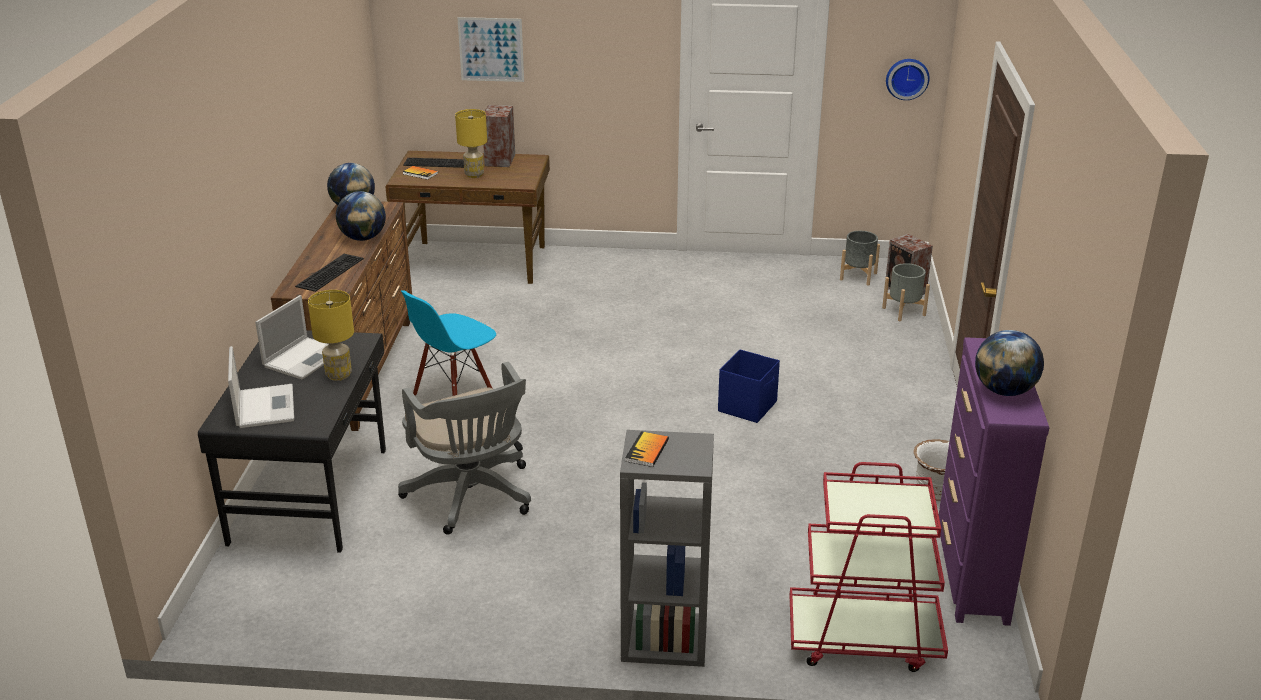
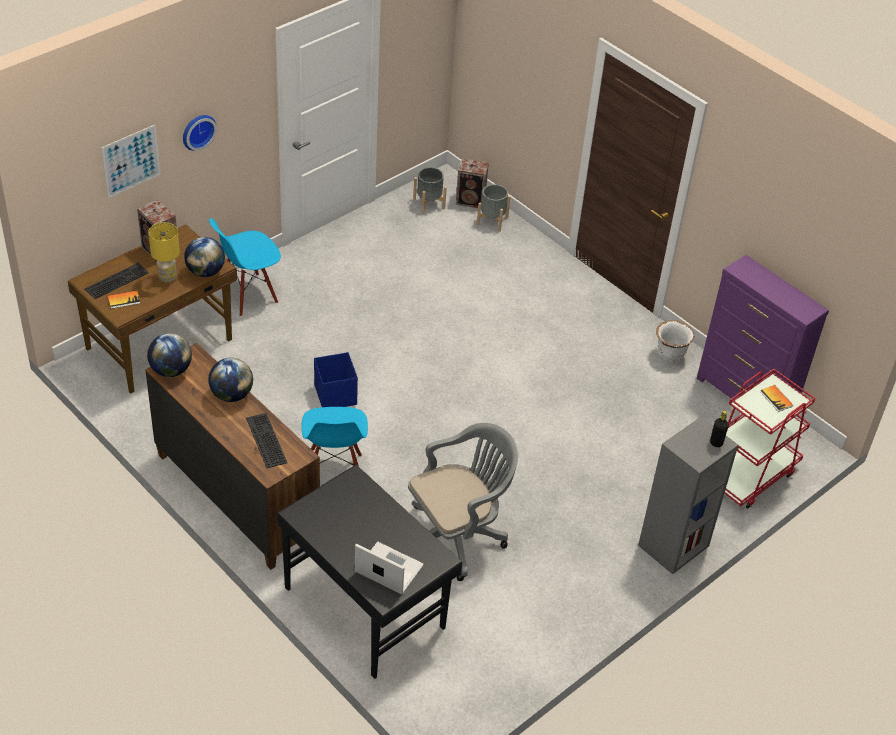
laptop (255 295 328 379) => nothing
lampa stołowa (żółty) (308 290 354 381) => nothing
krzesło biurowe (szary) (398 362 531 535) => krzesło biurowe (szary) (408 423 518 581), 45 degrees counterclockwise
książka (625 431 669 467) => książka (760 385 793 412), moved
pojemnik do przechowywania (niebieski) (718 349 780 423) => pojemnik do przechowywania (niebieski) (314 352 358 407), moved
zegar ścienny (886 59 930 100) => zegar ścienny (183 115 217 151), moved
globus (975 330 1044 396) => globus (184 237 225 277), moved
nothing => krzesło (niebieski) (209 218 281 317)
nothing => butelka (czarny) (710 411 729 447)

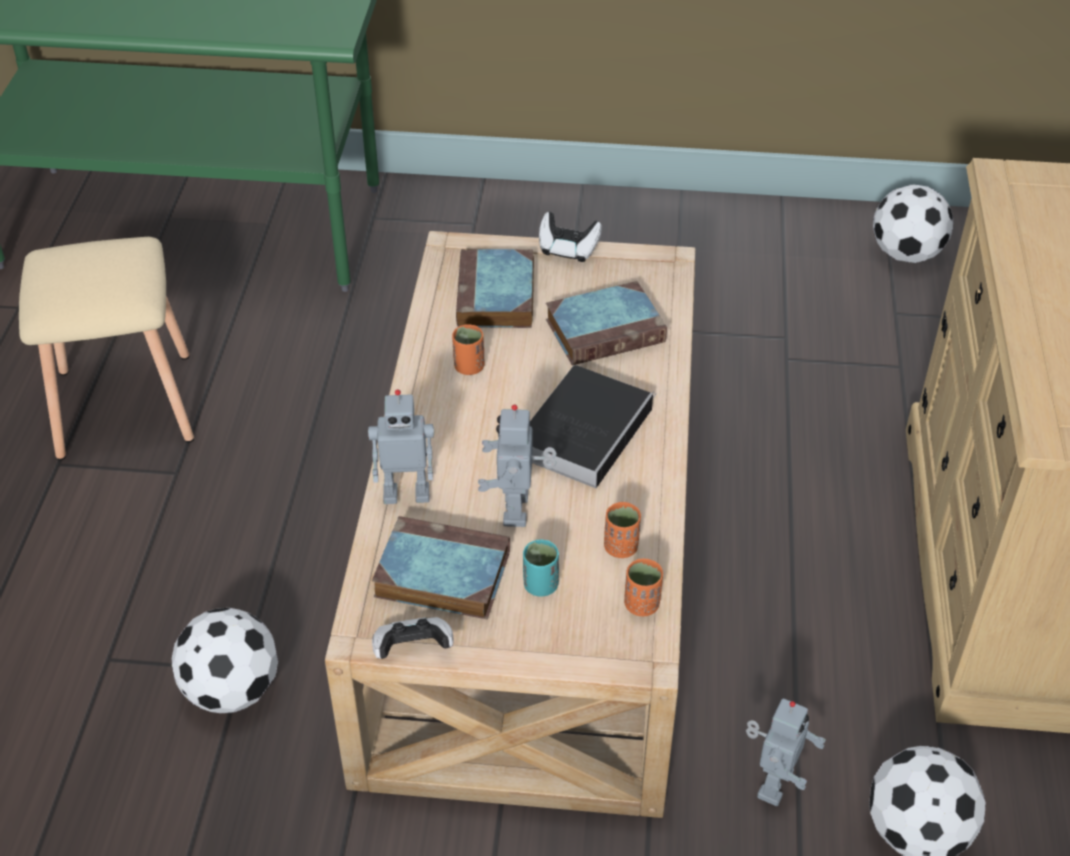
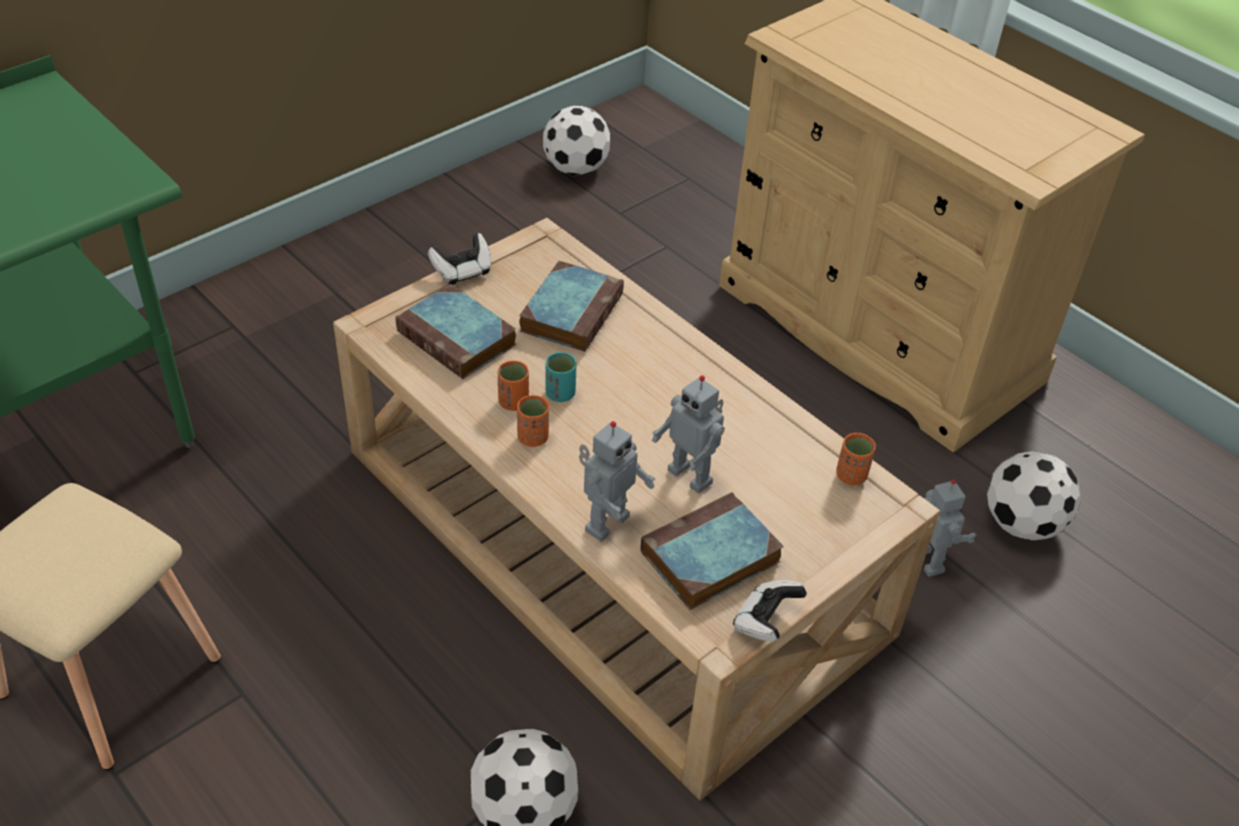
filiżanka (turkusowy) (523 539 559 596) => filiżanka (turkusowy) (545 352 576 402), moved
książka (530 365 657 488) => nothing
filiżanka (pomarańczowy) (604 502 641 558) => filiżanka (pomarańczowy) (517 395 549 447), moved

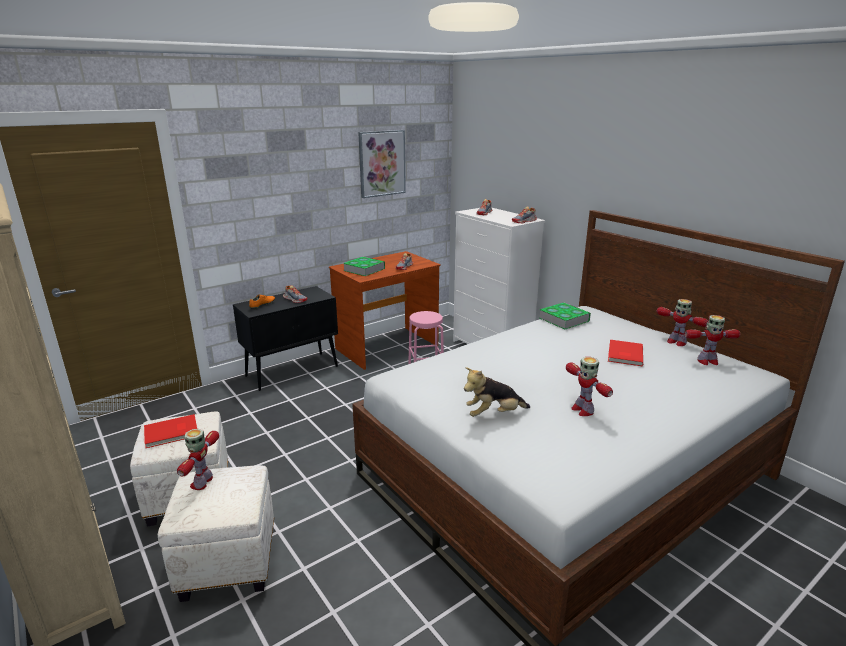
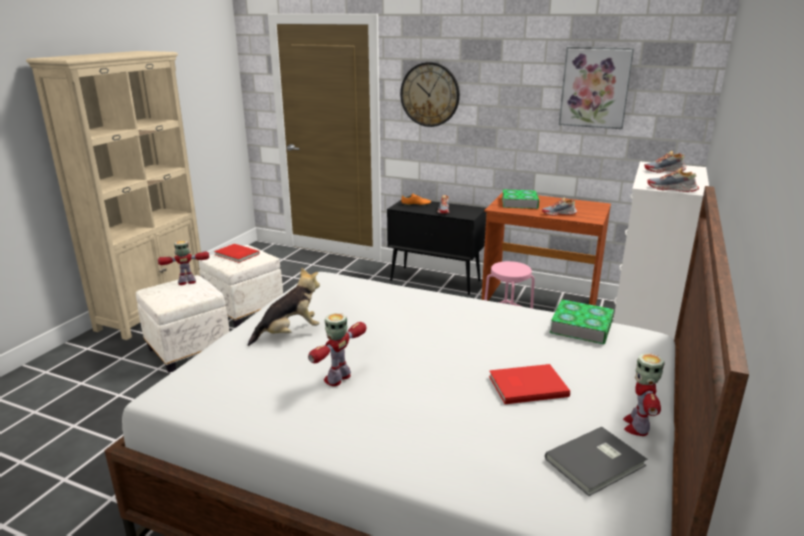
pluszak (464 367 530 417) => pluszak (248 267 320 346), 105 degrees clockwise
robot zabawkowy (685 315 740 365) => książka (szary) (545 427 647 496)
nothing => zegar ścienny (400 62 460 127)

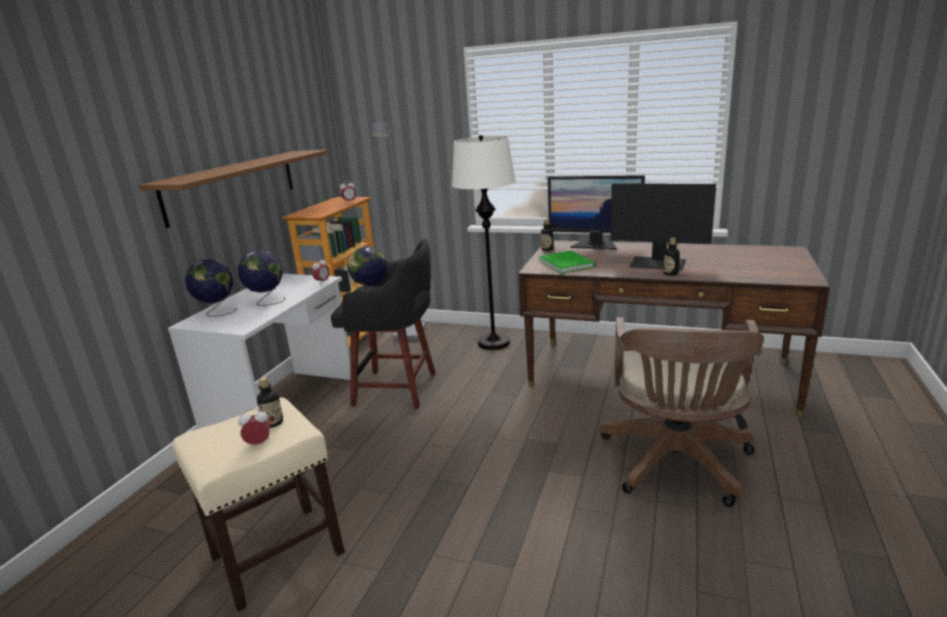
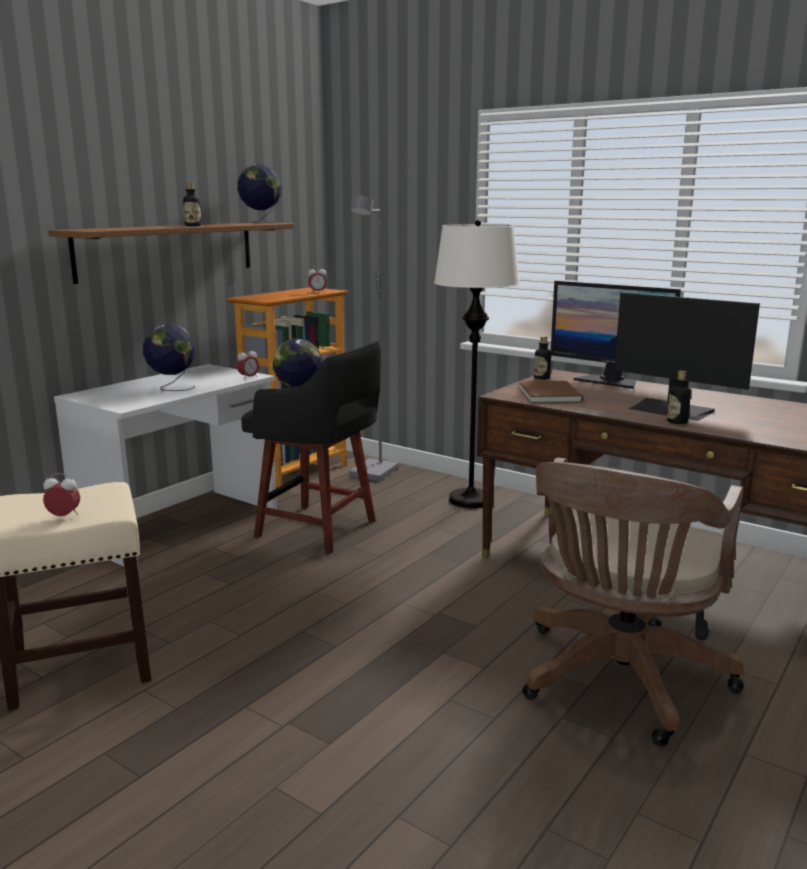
globus (185 259 237 317) => globus (238 164 282 223), moved
butelka (257 377 283 428) => butelka (183 183 202 226), moved
książka (zielony) (539 250 595 273) => książka (brązowy) (518 381 584 403)

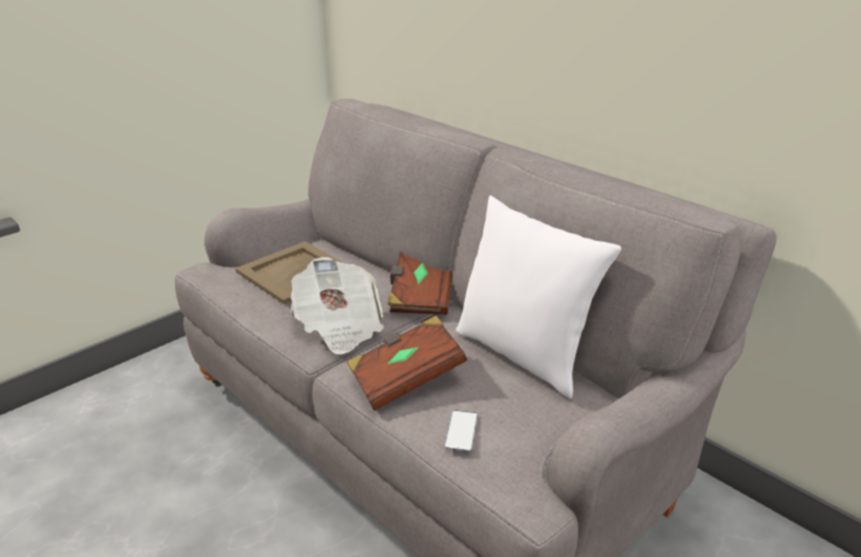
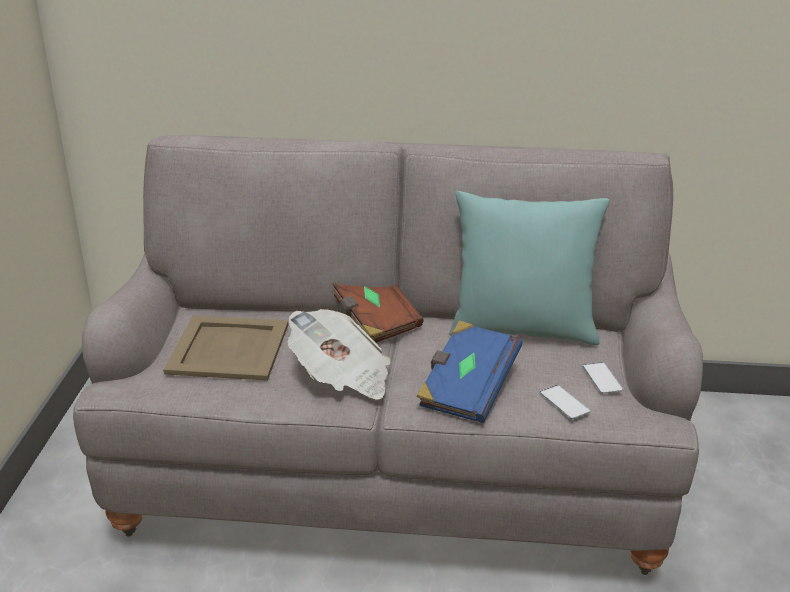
książka (brązowy) (347 316 467 411) => książka (niebieski) (416 321 522 423)
poduszka (biały) (456 195 621 399) => poduszka (turkusowy) (449 191 610 345)
nothing => telefon (583 362 623 394)

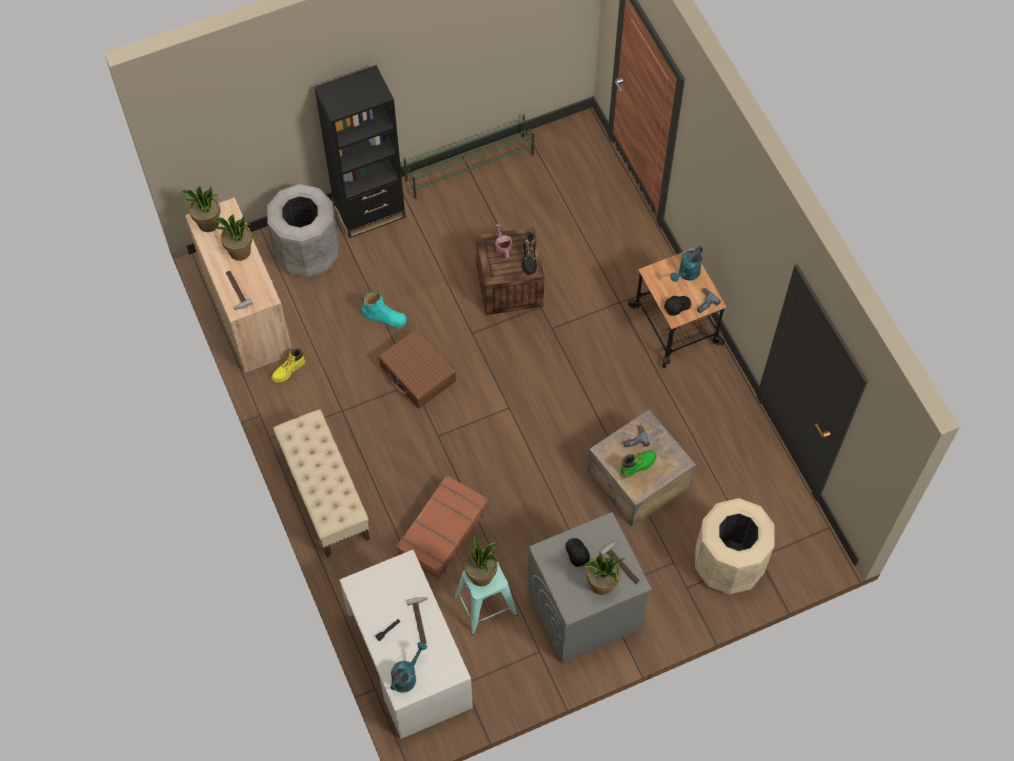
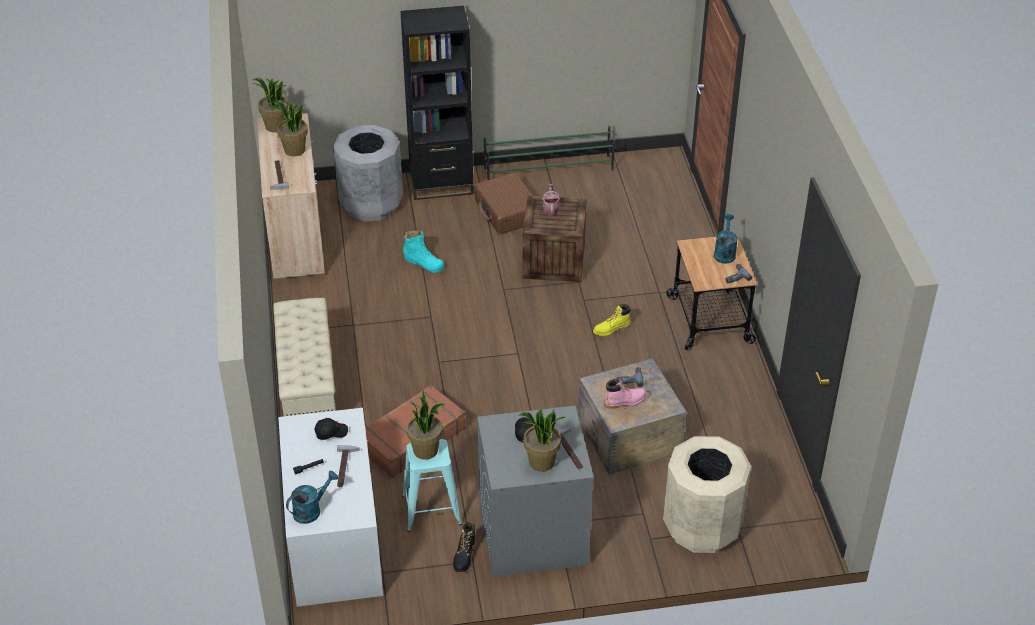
but z cholewką (żółty) (271 348 306 383) => but z cholewką (żółty) (593 304 631 336), moved
walizka (brązowy) (378 329 456 408) => walizka (brązowy) (474 173 533 234), moved
but z cholewką (czarny) (522 231 537 275) => but z cholewką (czarny) (453 522 476 573), moved
but z cholewką (zielony) (620 451 656 478) => but z cholewką (różowy) (604 378 647 409)
czapka z daszkiem (czarny) (664 296 691 316) => czapka z daszkiem (czarny) (315 418 348 440), moved
konewka (turkusowy) (670 246 703 282) => konewka (turkusowy) (714 214 738 264), 135 degrees clockwise

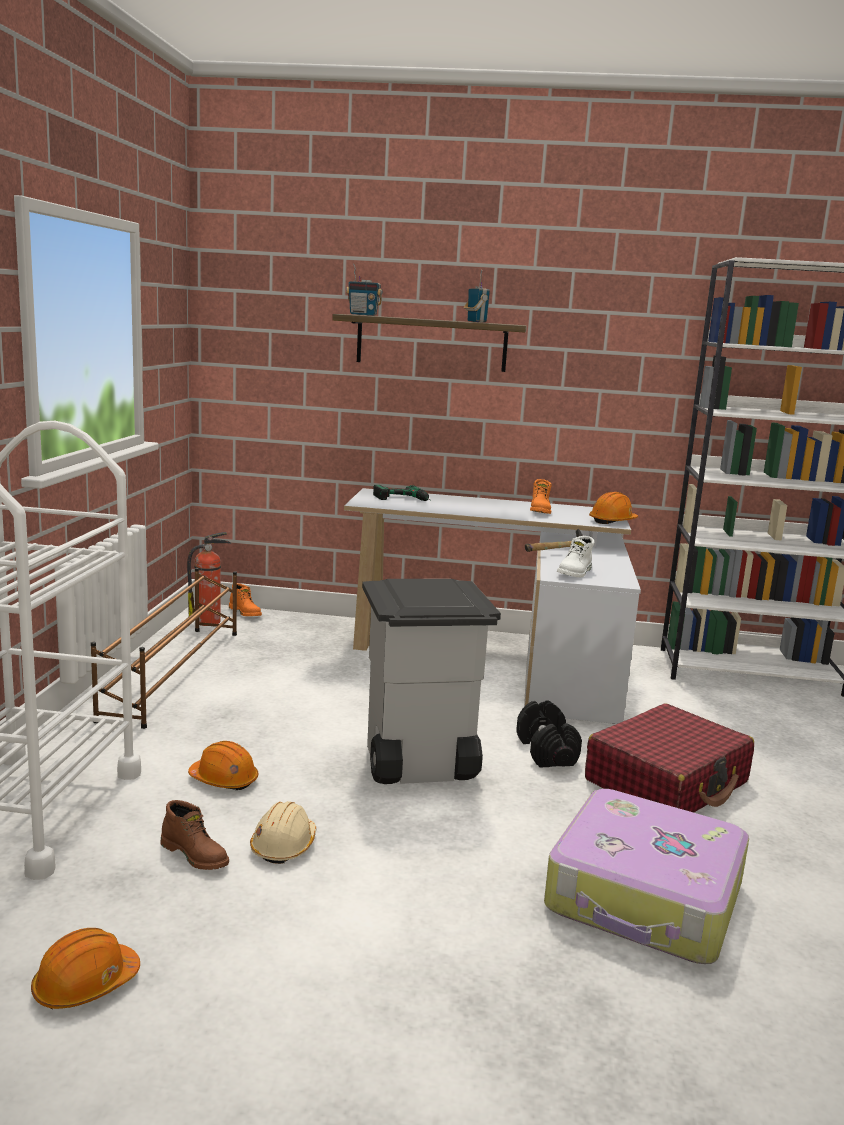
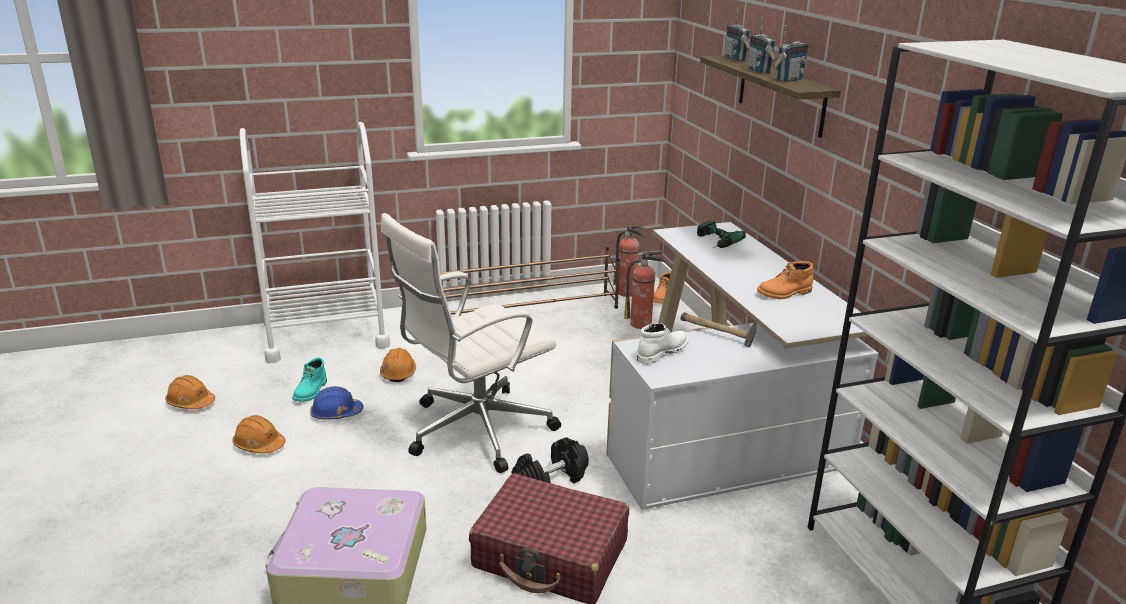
but z cholewką (brązowy) (161 800 229 870) => but z cholewką (turkusowy) (292 358 327 402)
kask (beżowy) (250 801 317 864) => kask (niebieski) (310 386 364 420)
kosz na śmieci (szary) (362 579 501 784) => krzesło biurowe (biały) (381 213 561 473)
but z cholewką (biały) (557 536 595 577) => but z cholewką (biały) (637 323 689 364), 135 degrees clockwise
kask (pomarańczowy) (589 492 638 524) => kask (pomarańczowy) (232 415 286 454), moved
nothing => gaśnica (624 251 666 329)
nothing => radio (748 17 777 73)

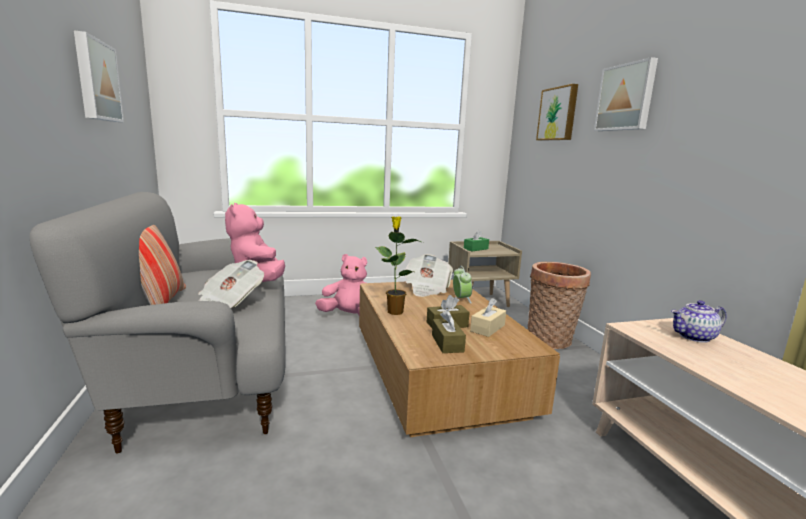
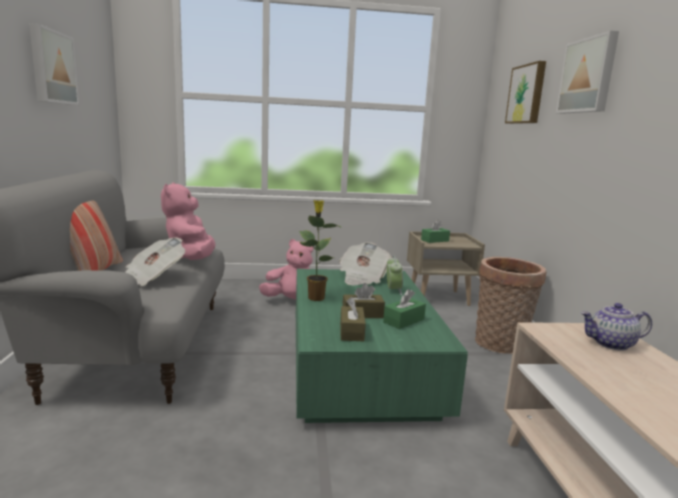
ława (brązowy) (359 280 560 437) => ława (zielony) (296 269 468 423)
pudełko chusteczek (beżowy) (470 298 506 337) => pudełko chusteczek (zielony) (383 289 426 329)

